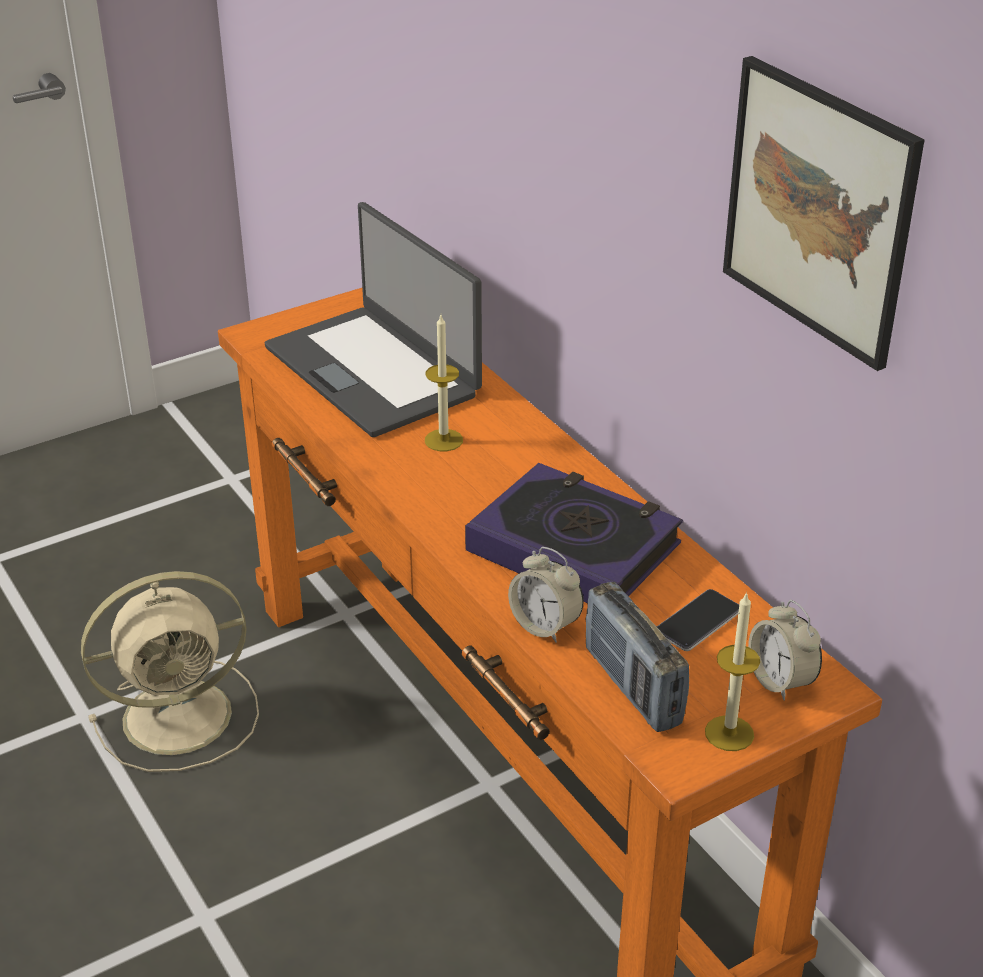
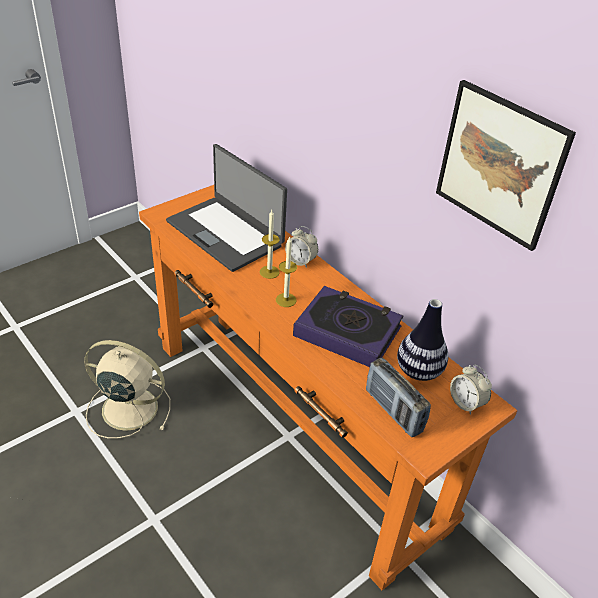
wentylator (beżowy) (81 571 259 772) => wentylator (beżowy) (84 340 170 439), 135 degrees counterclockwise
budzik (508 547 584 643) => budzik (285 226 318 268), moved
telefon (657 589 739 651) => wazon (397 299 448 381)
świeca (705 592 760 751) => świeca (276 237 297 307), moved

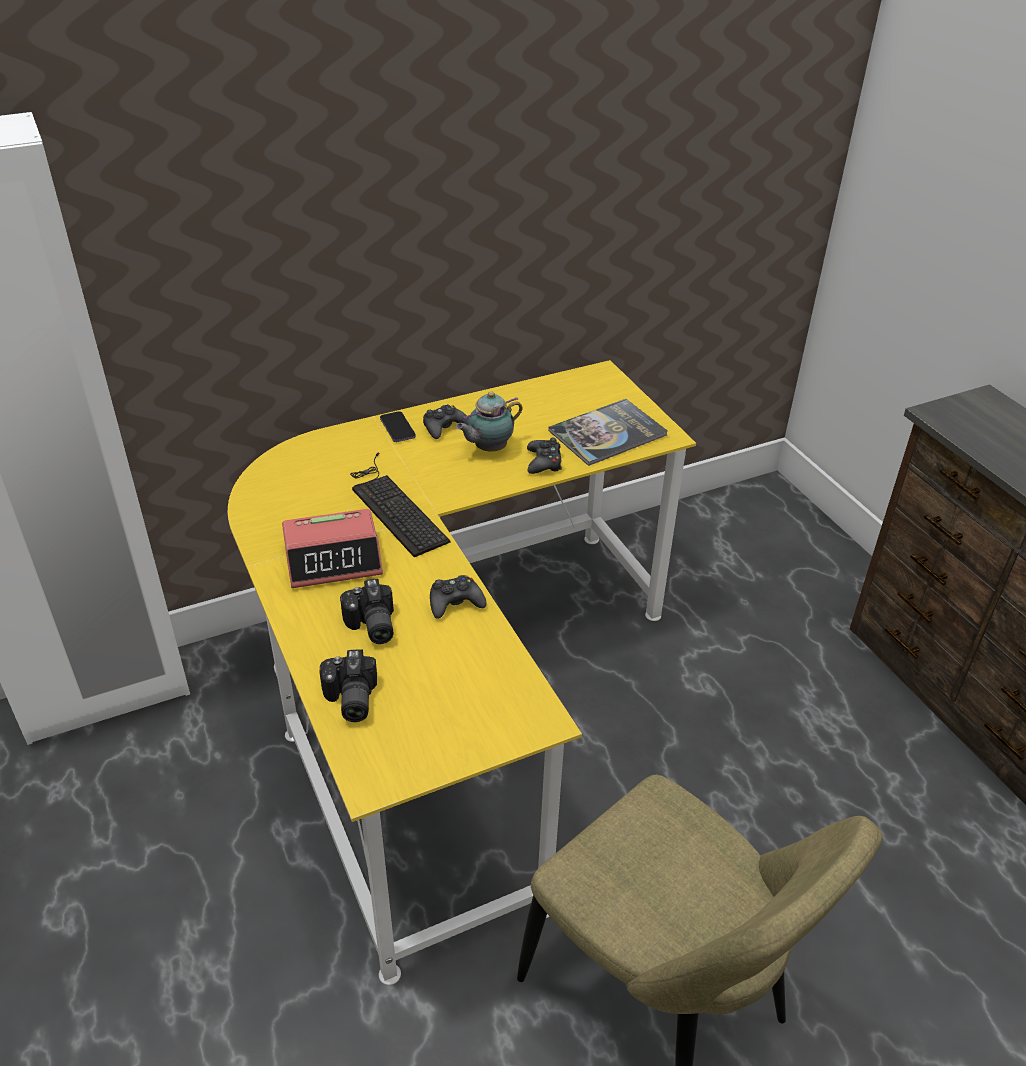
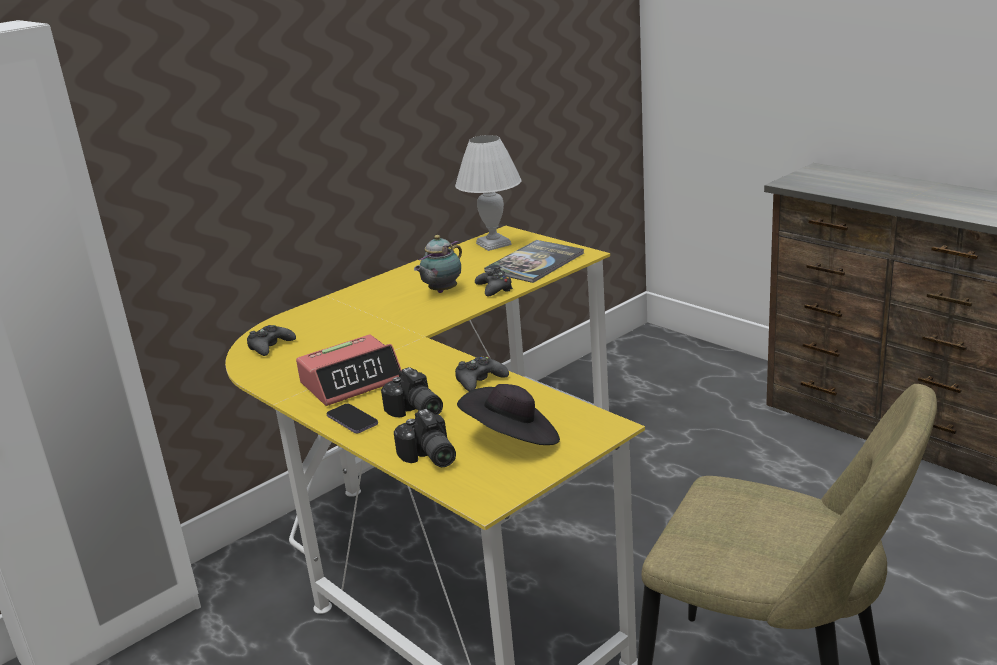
klawiatura (350 452 451 557) => nothing
telefon (380 411 416 442) => telefon (327 404 378 433), moved
pad do gier (czarny) (423 404 469 439) => pad do gier (czarny) (247 325 296 356), moved
nothing => lampa stołowa (biały) (455 135 522 251)
nothing => kapelusz (czarny) (457 384 560 445)

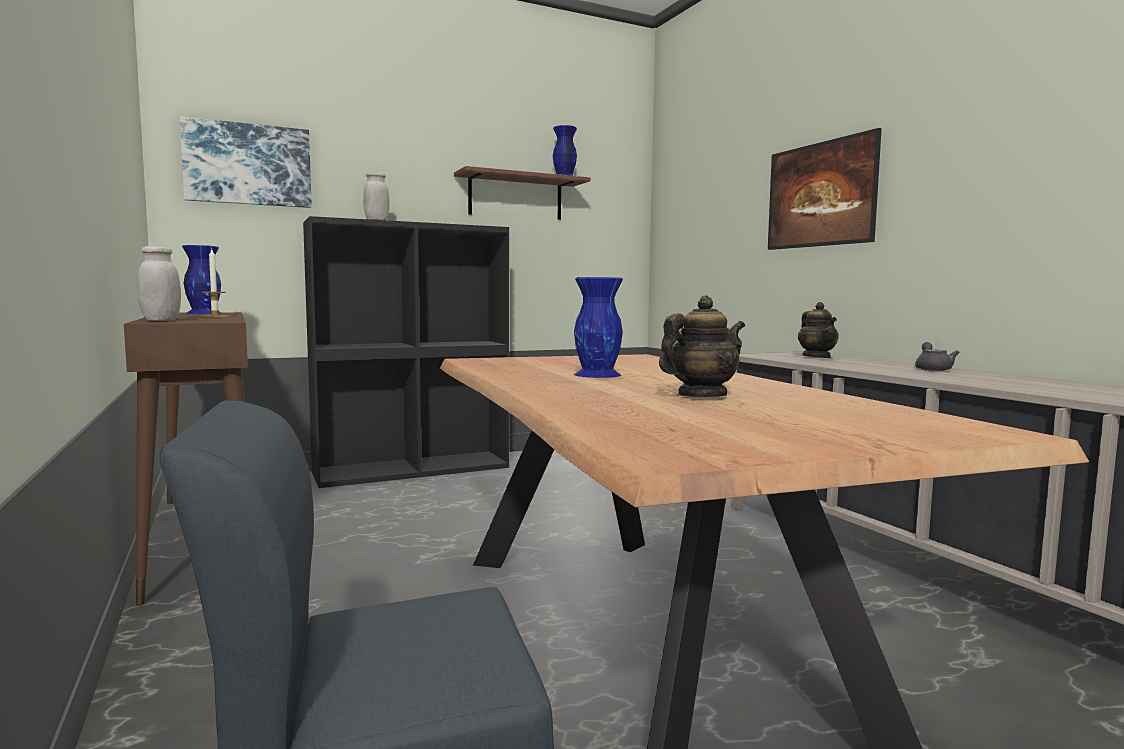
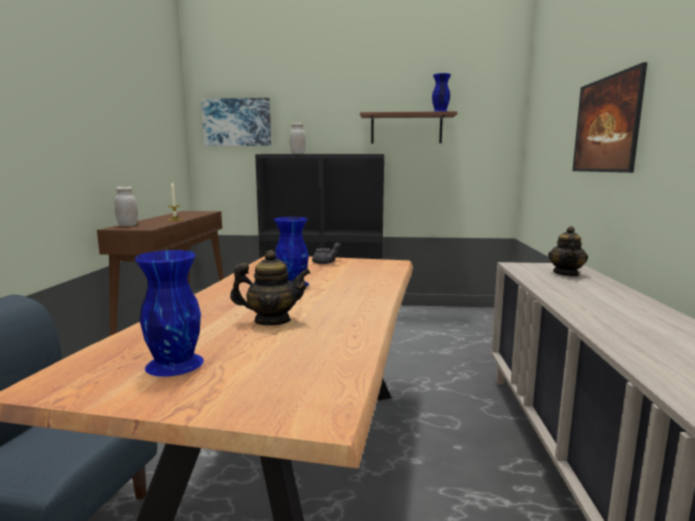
wazon (niebieski) (182 245 221 314) => wazon (niebieski) (135 250 204 377), moved
imbryk (szary) (915 342 959 371) => imbryk (szary) (312 243 341 264), moved

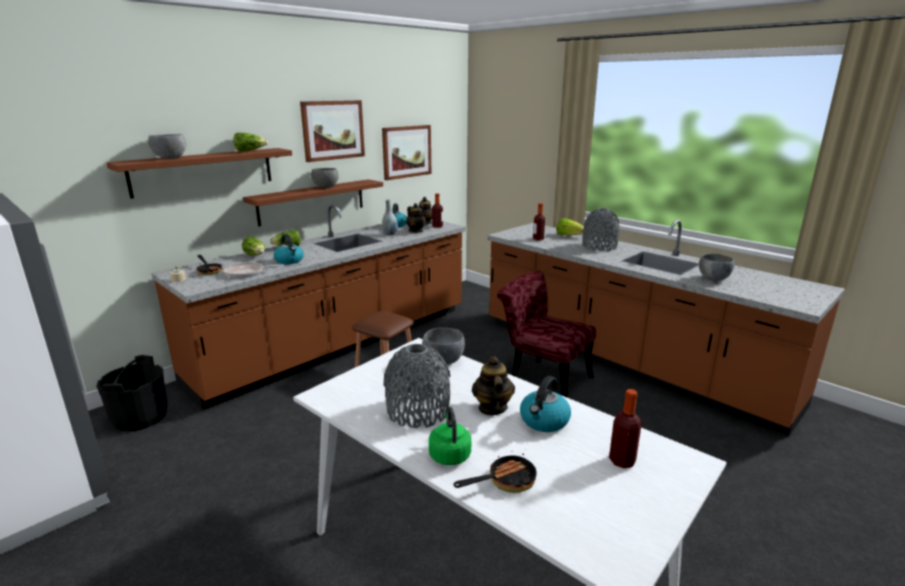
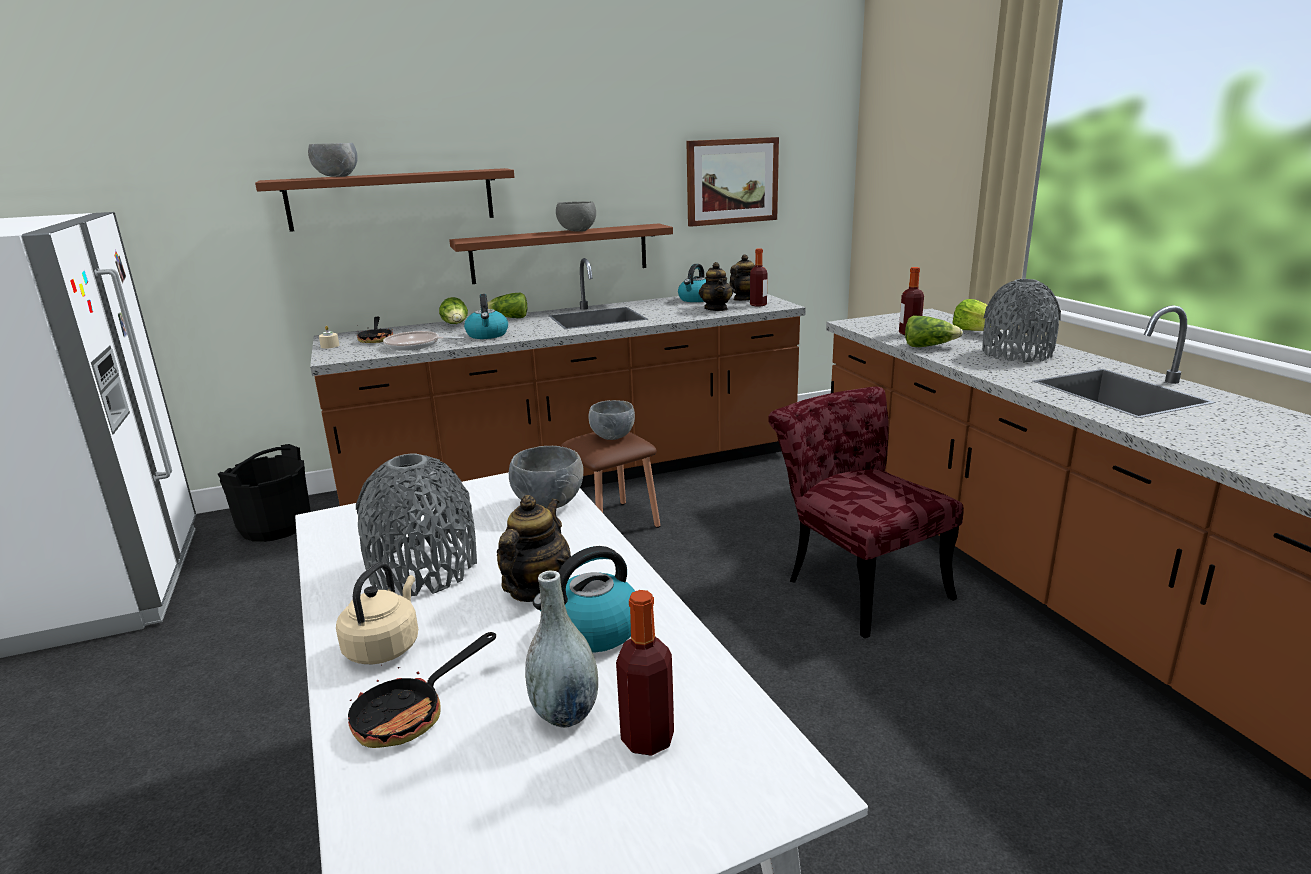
sałata (234 133 268 152) => sałata (905 315 963 347), moved
obraz (300 100 365 162) => nothing
wazon (szary) (382 199 398 236) => wazon (szary) (525 570 598 728), moved
czajnik (zielony) (429 407 471 465) => czajnik (beżowy) (336 562 418 664)
patelnia (453 451 537 493) => patelnia (348 632 496 748), 135 degrees clockwise
miska (szary) (699 254 734 281) => miska (szary) (589 400 635 440), moved

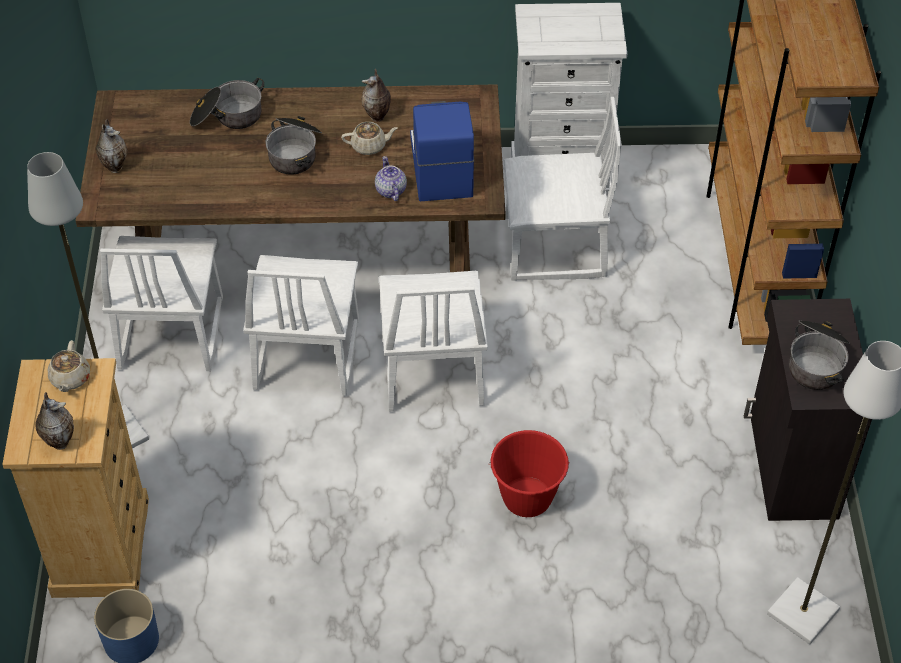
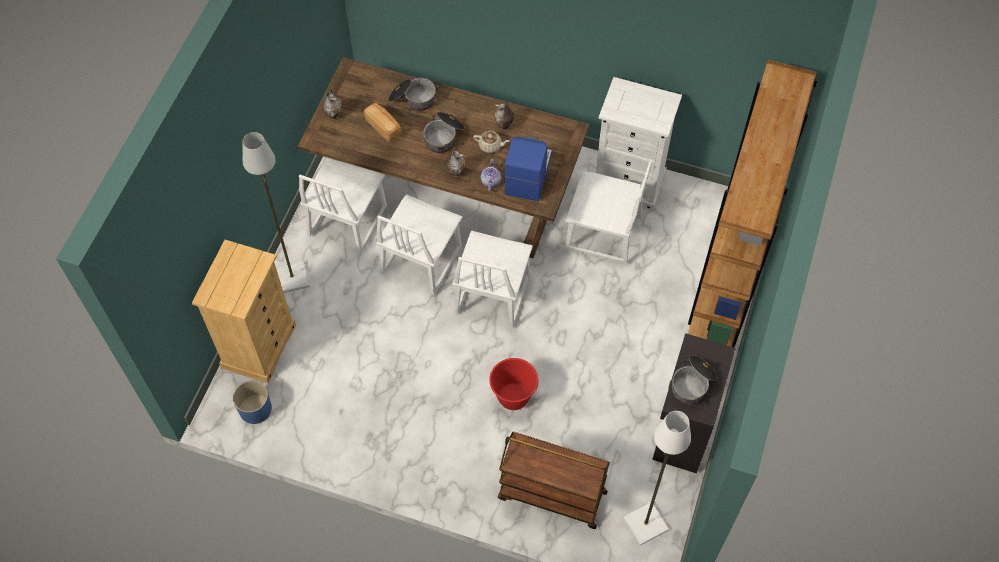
wazon (35 392 74 450) => wazon (446 147 465 177), moved
imbryk (beżowy) (48 340 90 392) => nothing
nothing => chleb (364 103 401 142)
nothing => wózek (brązowy) (498 432 610 529)

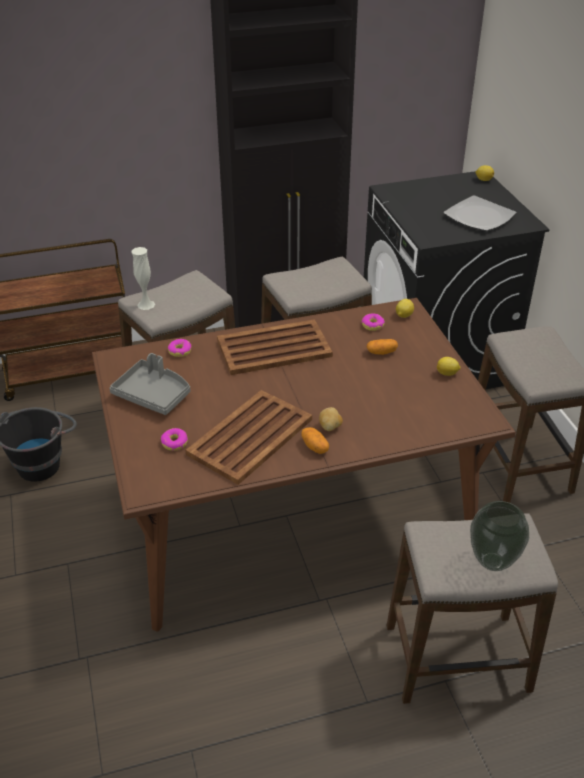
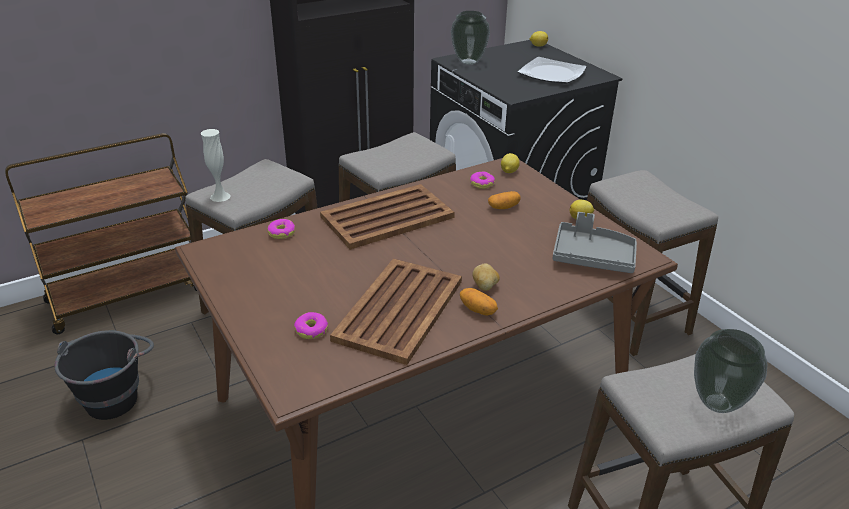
taca (szary) (109 353 190 415) => taca (szary) (553 212 637 273), moved
nothing => wazon (451 11 490 65)

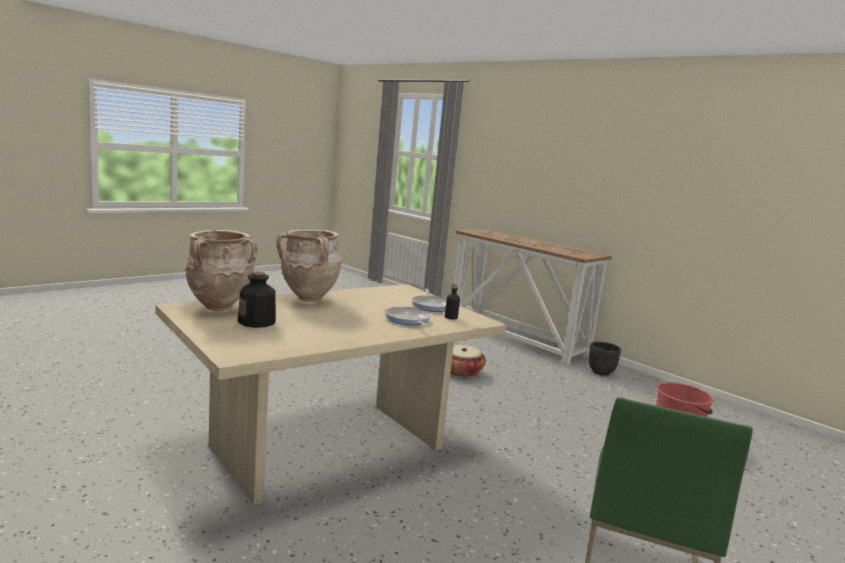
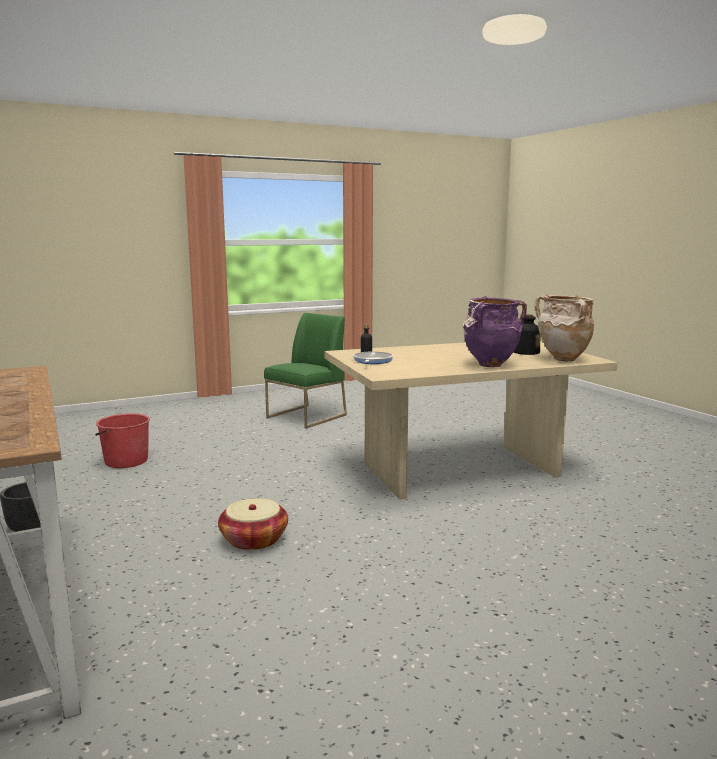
wazon (beżowy) (277 229 343 302) => wazon (fioletowy) (463 296 527 367)
patelnia (385 307 431 327) => nothing

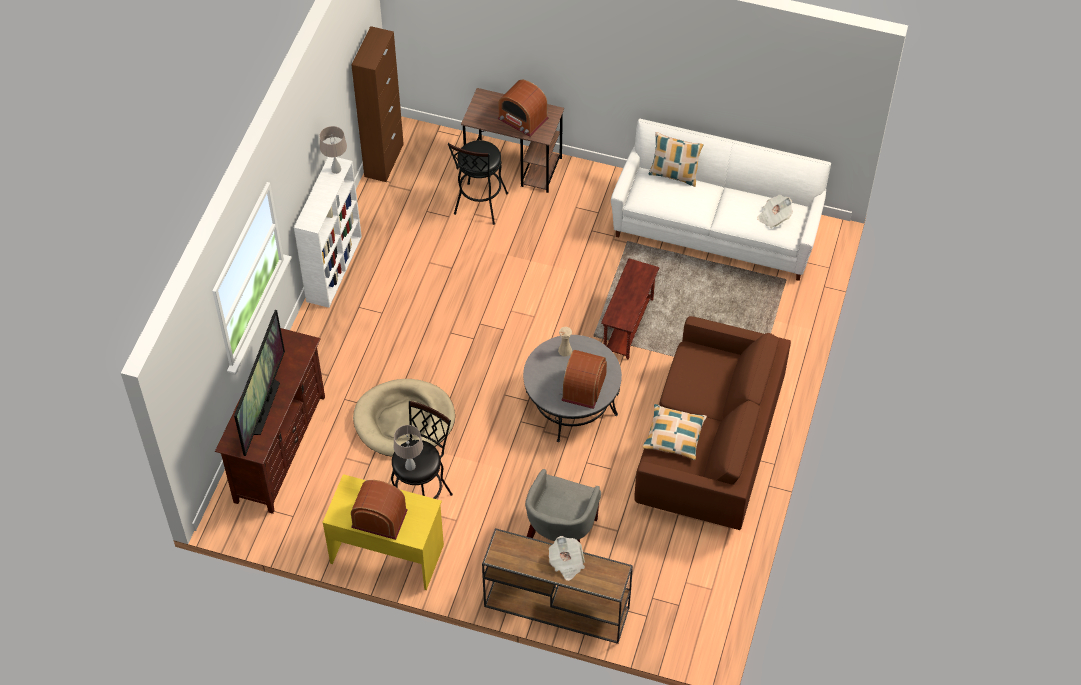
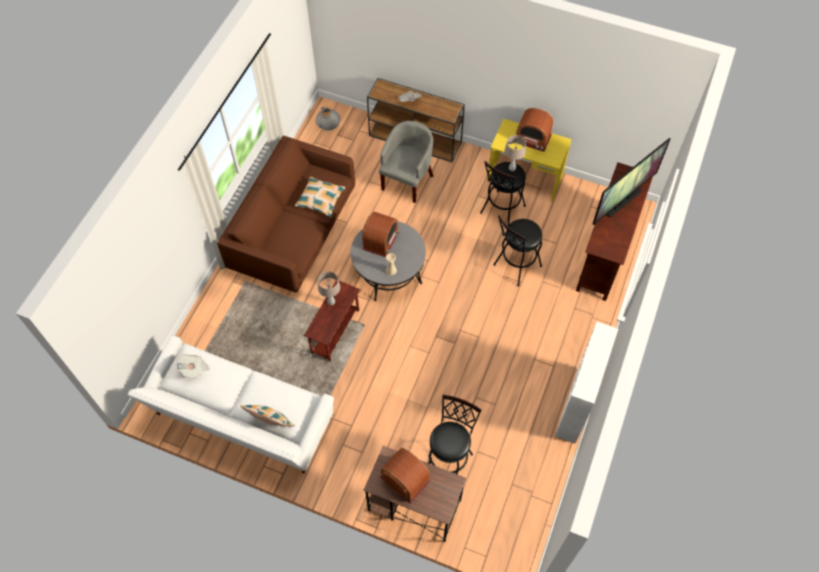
telewizor (234 310 285 456) => telewizor (593 138 670 225), 150 degrees counterclockwise
lampa stołowa (beżowy) (320 126 347 174) => lampa stołowa (beżowy) (318 271 340 305), moved
szafka (brązowy) (352 26 404 182) => nothing
legowisko (beżowy) (353 379 455 457) => stołek (czarny) (493 215 542 287)
nothing => wazon (szary) (316 107 340 130)

